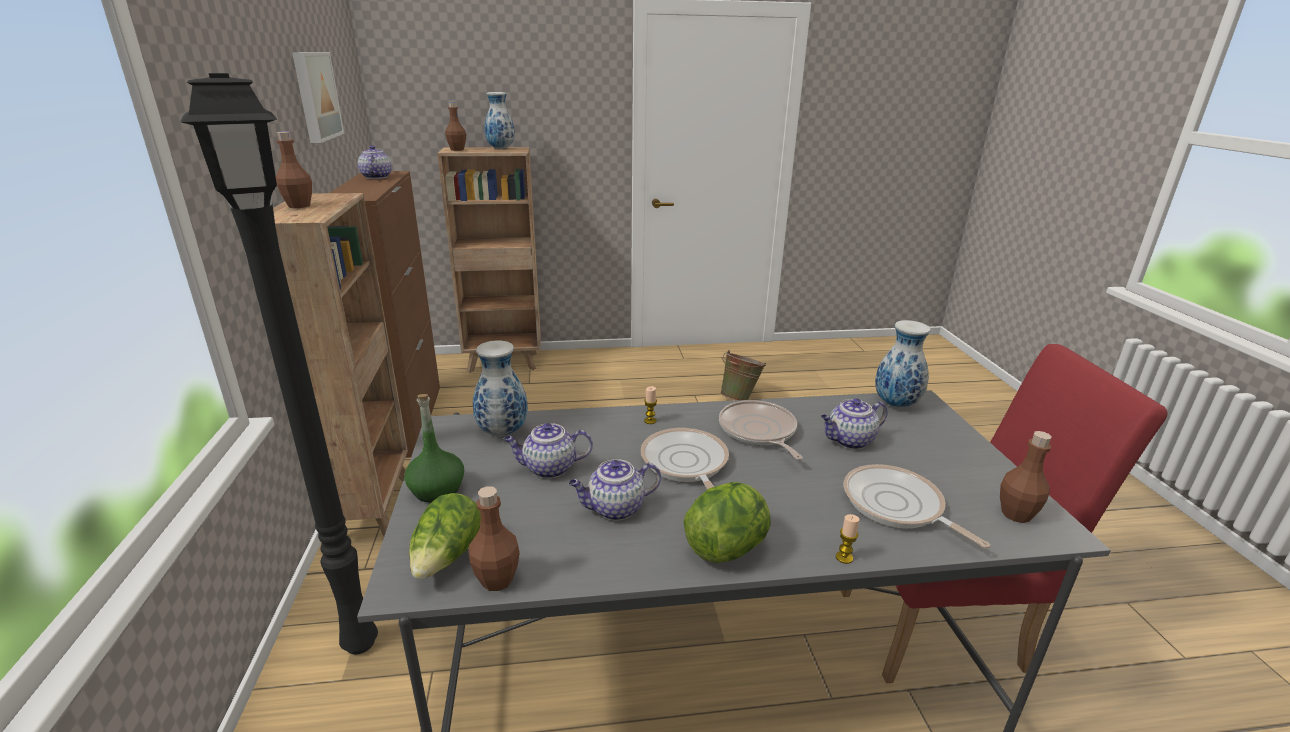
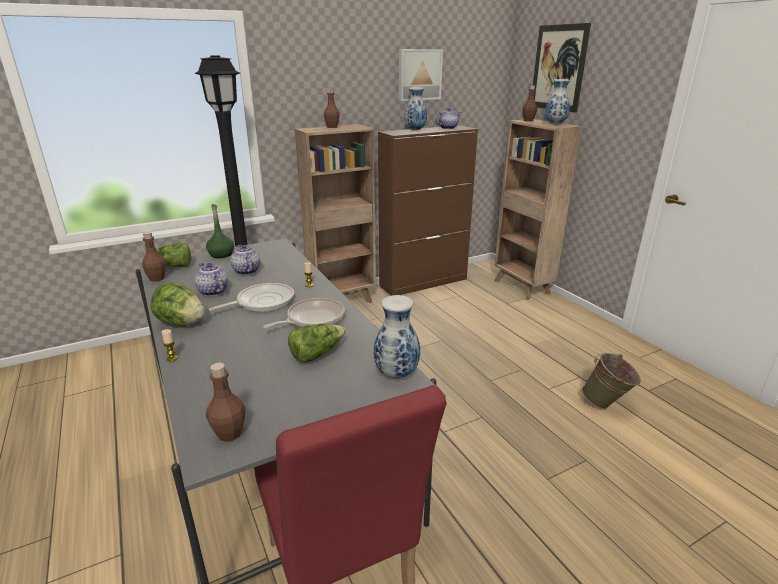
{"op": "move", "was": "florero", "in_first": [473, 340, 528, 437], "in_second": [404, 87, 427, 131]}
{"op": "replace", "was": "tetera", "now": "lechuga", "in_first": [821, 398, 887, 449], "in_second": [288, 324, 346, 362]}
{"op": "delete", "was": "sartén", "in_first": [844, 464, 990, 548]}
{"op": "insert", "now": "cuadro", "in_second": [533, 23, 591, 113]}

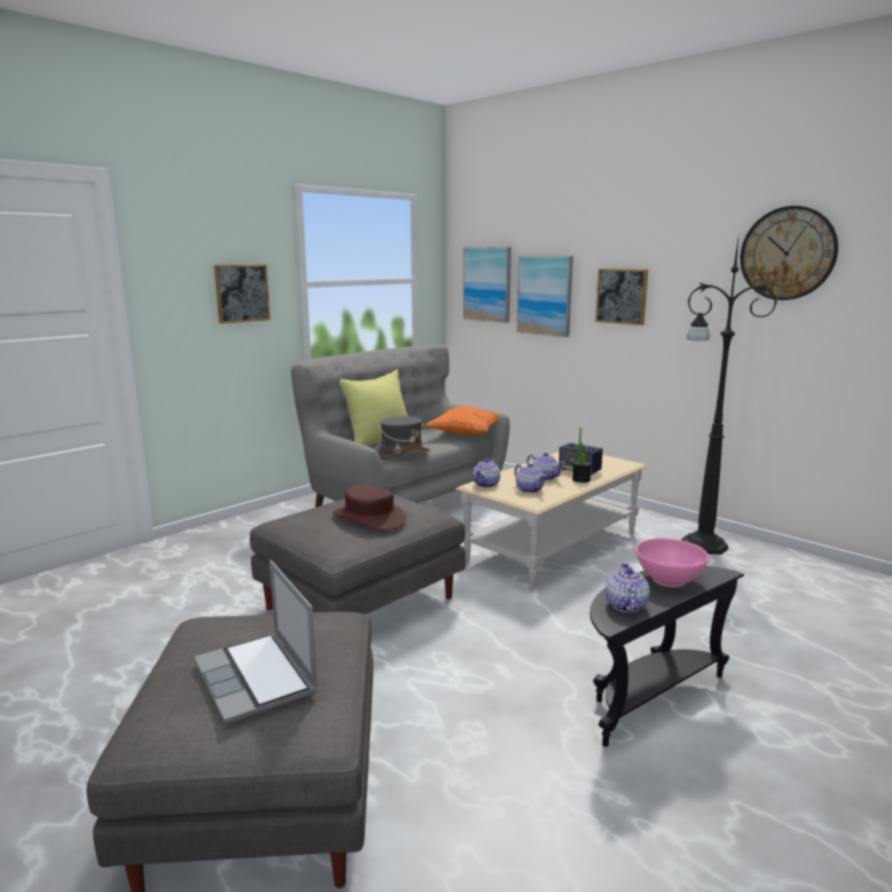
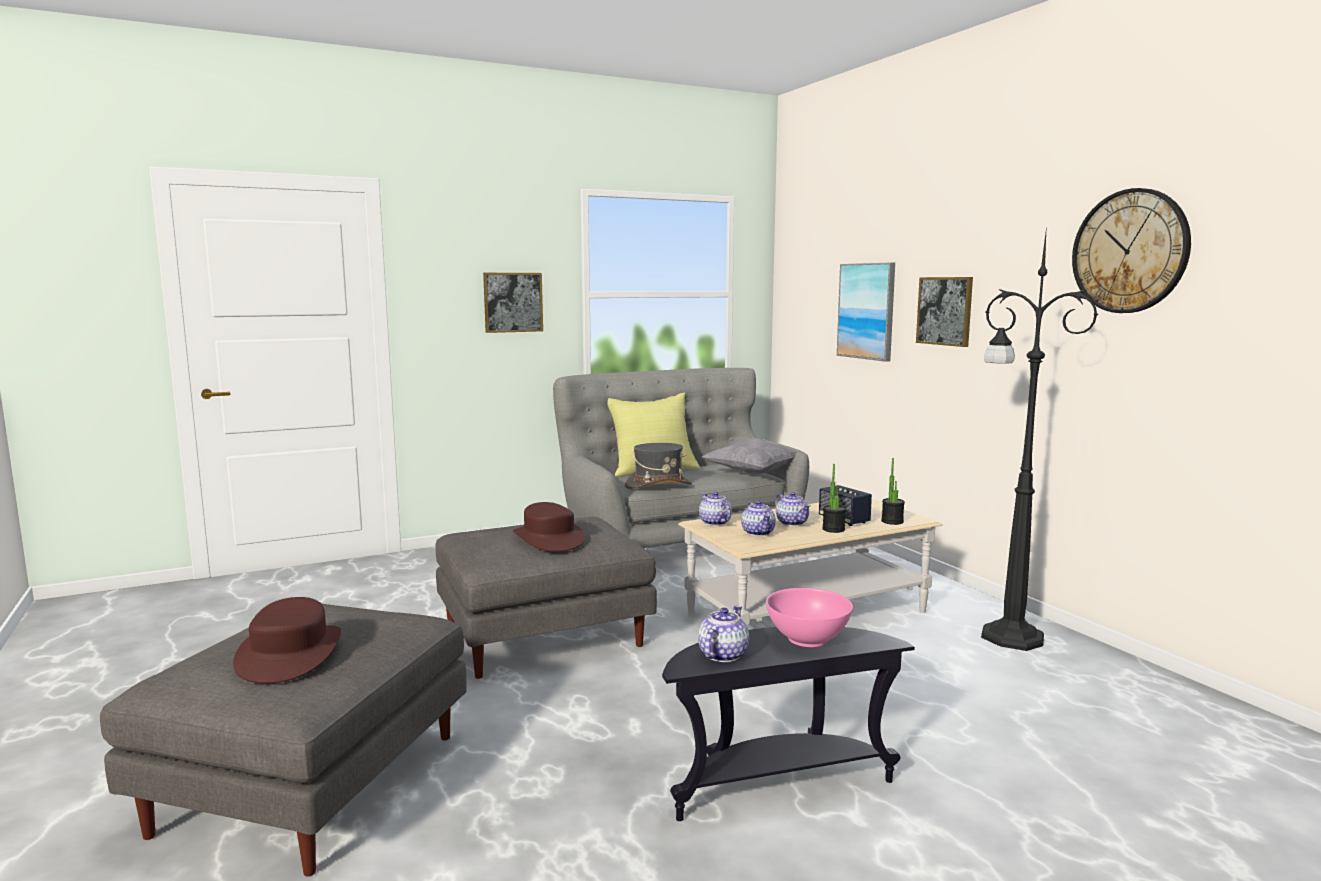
{"op": "delete", "was": "cuadro", "in_first": [463, 247, 511, 323]}
{"op": "recolor", "was": "cojín [naranja]", "now": "cojín [gris]", "in_first": [426, 405, 499, 436], "in_second": [702, 438, 797, 474]}
{"op": "rotate", "was": "tetera", "in_first": [473, 459, 500, 488], "in_second": [699, 492, 732, 526], "clockwise": 105}
{"op": "replace", "was": "portátil", "now": "sombrero [marrón]", "in_first": [194, 560, 318, 724], "in_second": [233, 597, 341, 684]}
{"op": "insert", "now": "planta en maceta", "in_second": [881, 458, 905, 525]}

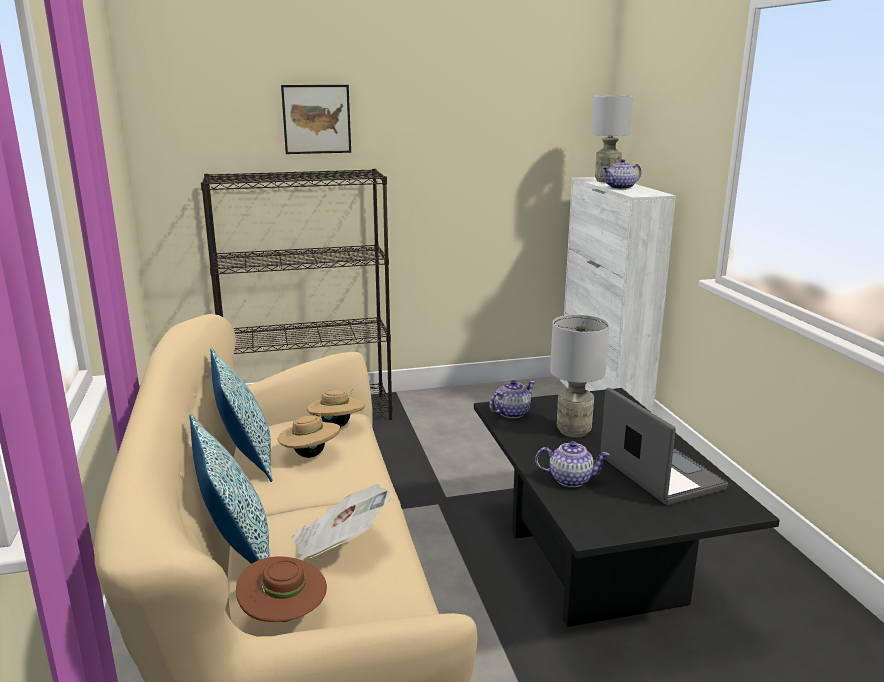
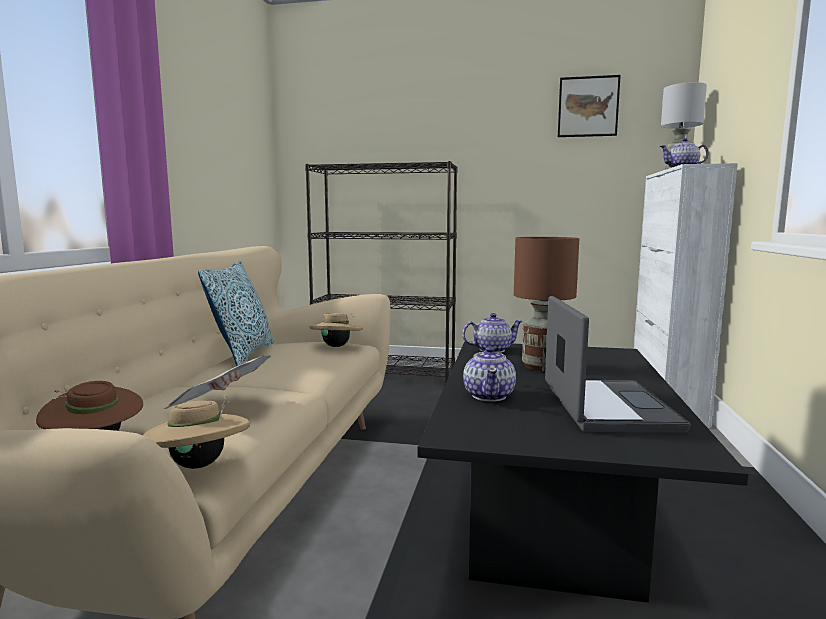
{"op": "move", "was": "cuadro", "in_first": [281, 85, 351, 154], "in_second": [558, 75, 621, 137]}
{"op": "recolor", "was": "lámpara de mesa [gris]", "now": "lámpara de mesa [marrón]", "in_first": [550, 315, 609, 437], "in_second": [514, 237, 579, 371]}
{"op": "move", "was": "sombrero [beis]", "in_first": [278, 411, 340, 458], "in_second": [143, 395, 250, 469]}
{"op": "delete", "was": "cojín", "in_first": [189, 414, 270, 564]}
{"op": "rotate", "was": "tetera", "in_first": [535, 441, 610, 487], "in_second": [463, 346, 516, 401], "clockwise": 60}

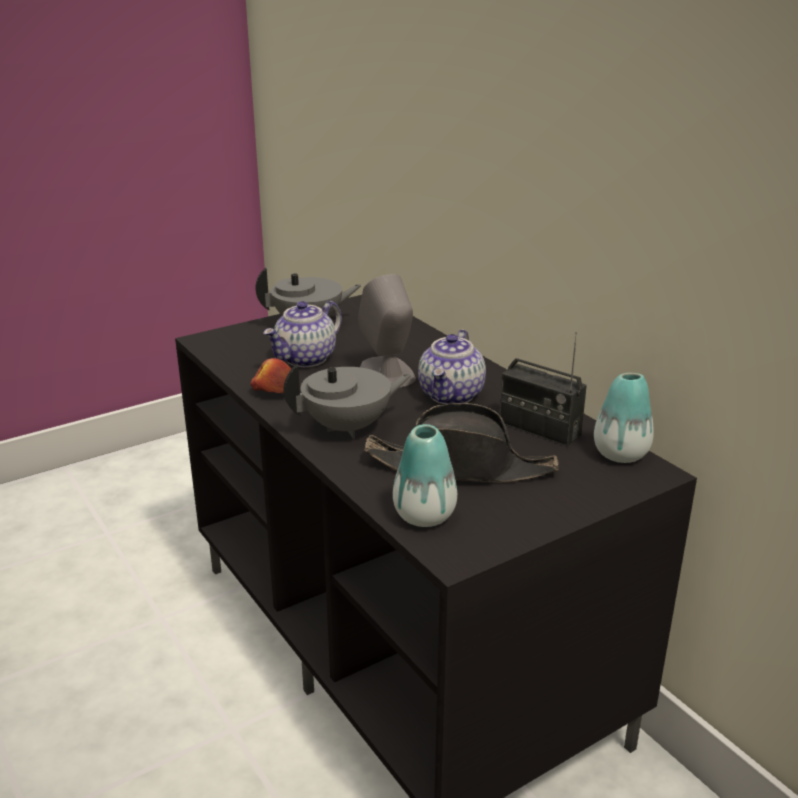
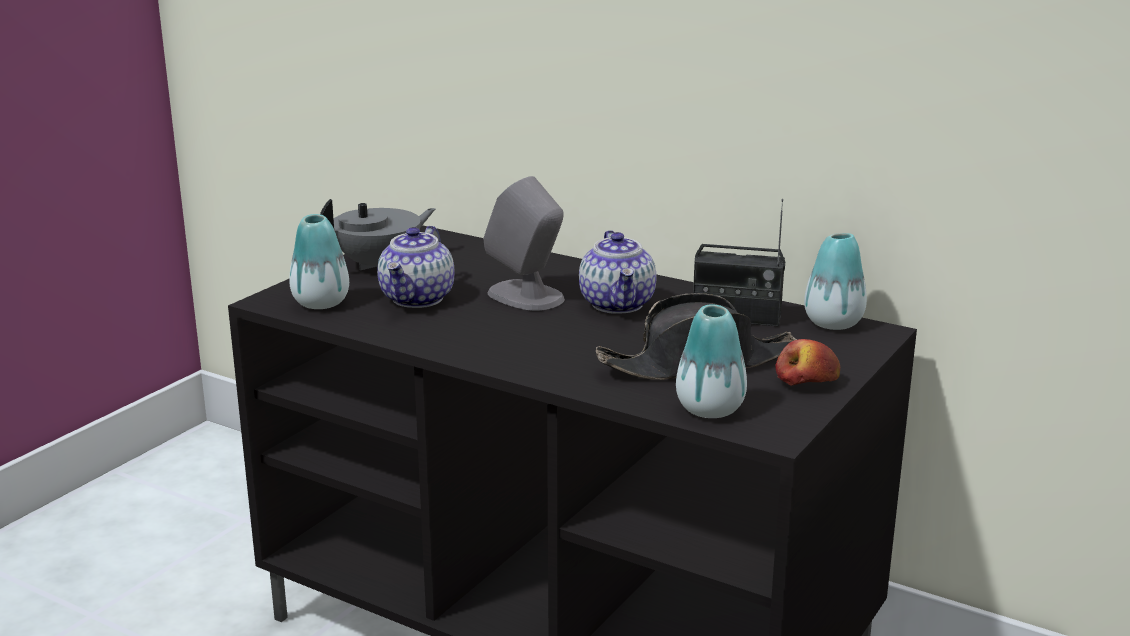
{"op": "move", "was": "manzana", "in_first": [251, 358, 300, 393], "in_second": [775, 339, 840, 386]}
{"op": "delete", "was": "tetera [gris]", "in_first": [284, 364, 412, 439]}
{"op": "insert", "now": "florero", "in_second": [289, 214, 349, 309]}

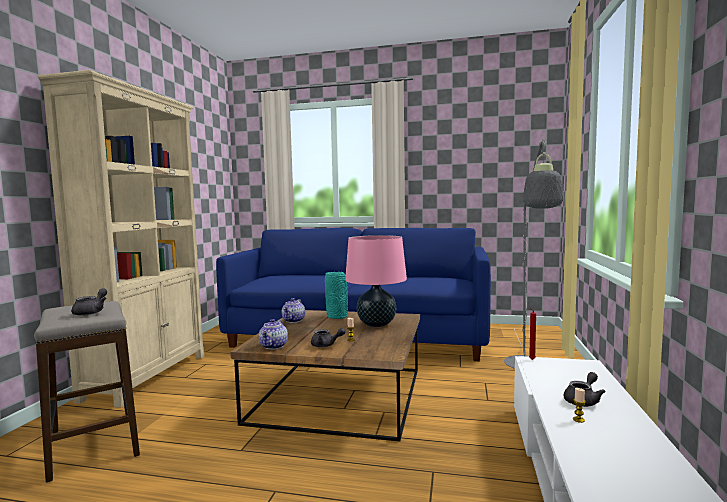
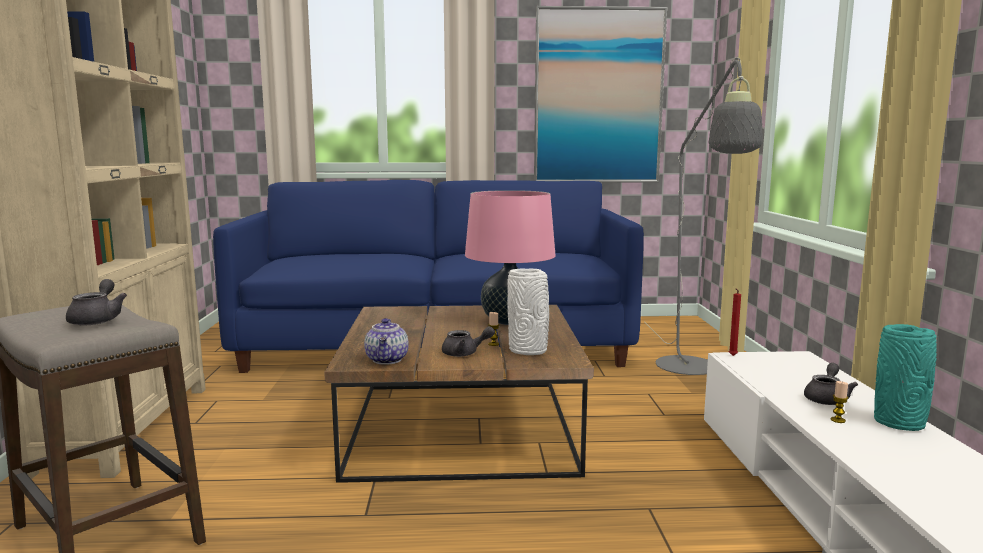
{"op": "move", "was": "florero [turquesa]", "in_first": [325, 272, 348, 319], "in_second": [874, 324, 937, 431]}
{"op": "delete", "was": "tetera", "in_first": [282, 298, 305, 323]}
{"op": "insert", "now": "cuadro", "in_second": [534, 6, 667, 183]}
{"op": "insert", "now": "florero [blanco]", "in_second": [507, 268, 549, 355]}

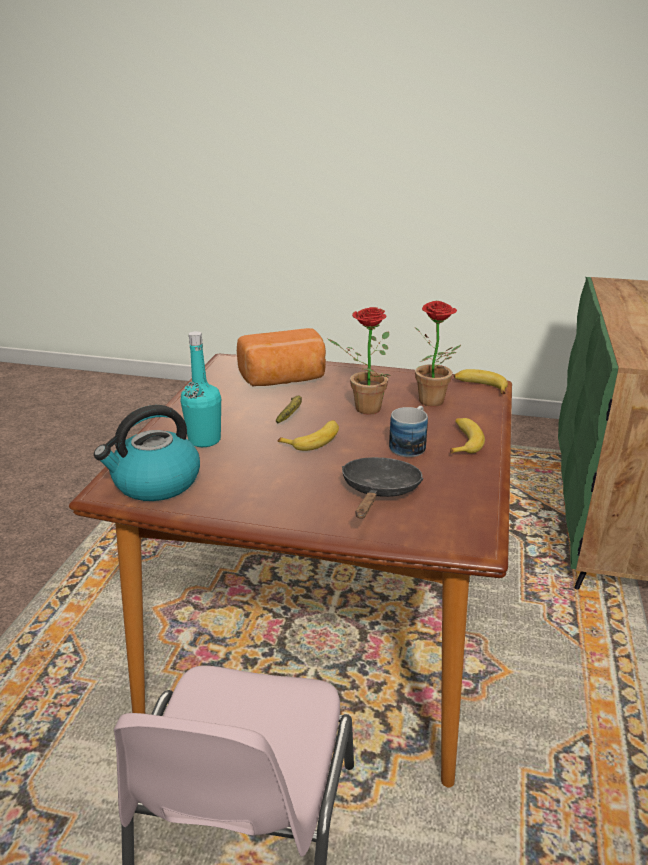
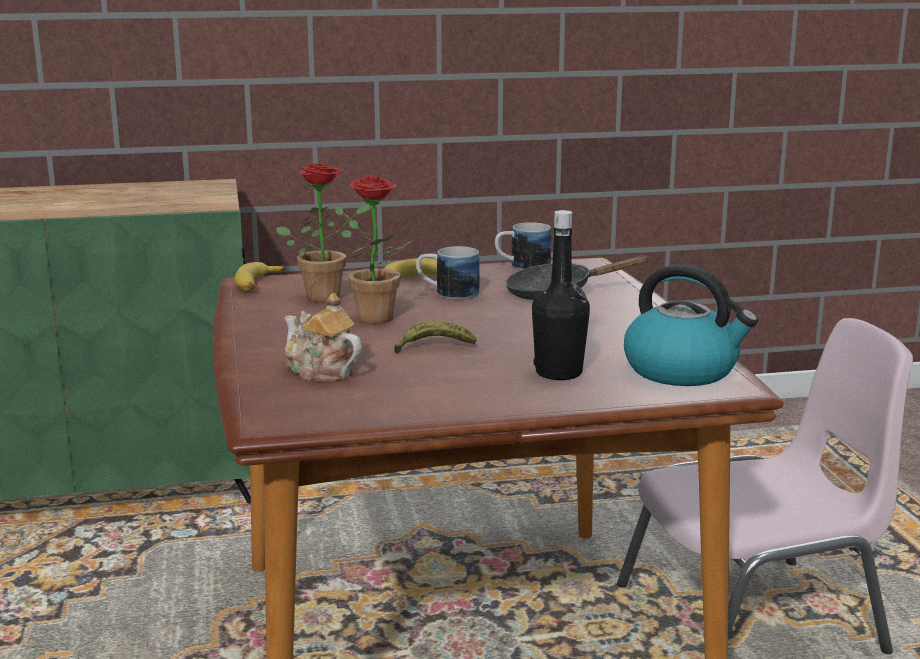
{"op": "replace", "was": "pan", "now": "tetera", "in_first": [237, 328, 326, 387], "in_second": [284, 293, 362, 381]}
{"op": "recolor", "was": "botella [turquesa]", "now": "botella [negro]", "in_first": [181, 331, 221, 447], "in_second": [532, 210, 590, 380]}
{"op": "delete", "was": "plátano", "in_first": [277, 420, 339, 451]}
{"op": "insert", "now": "taza grande", "in_second": [495, 222, 551, 270]}

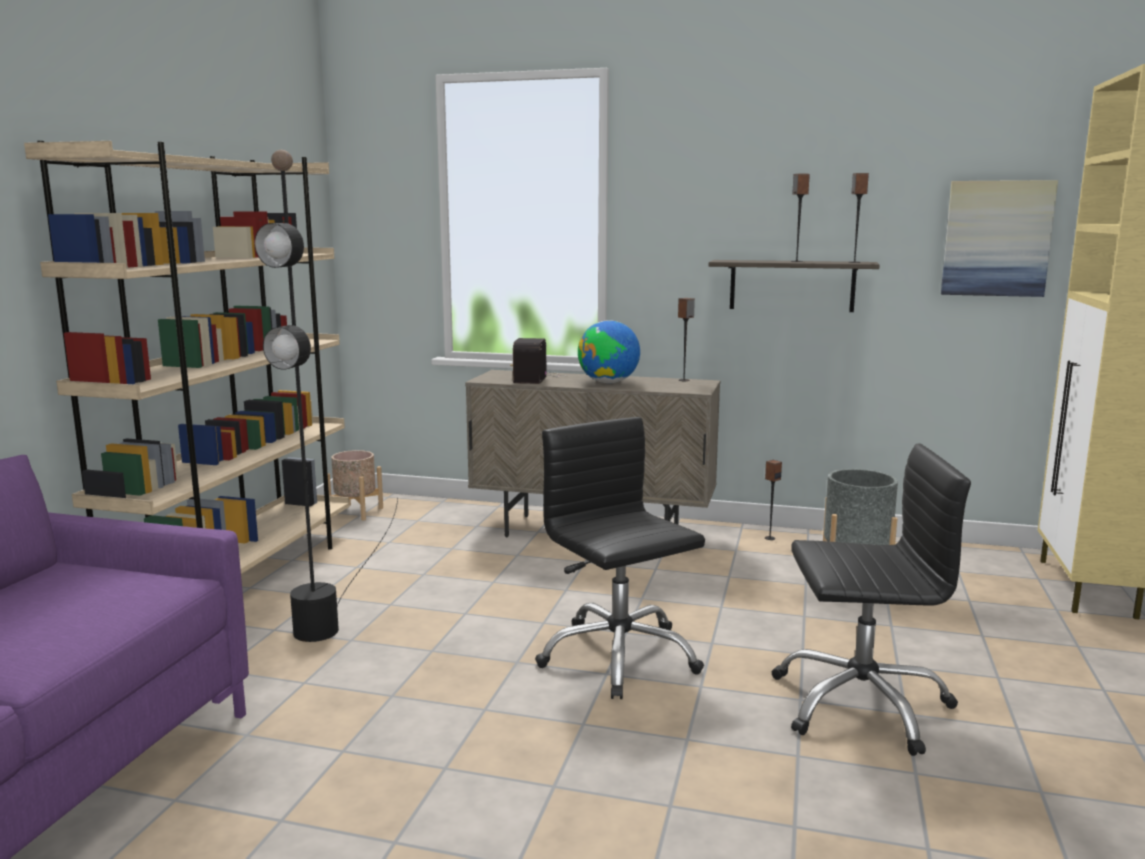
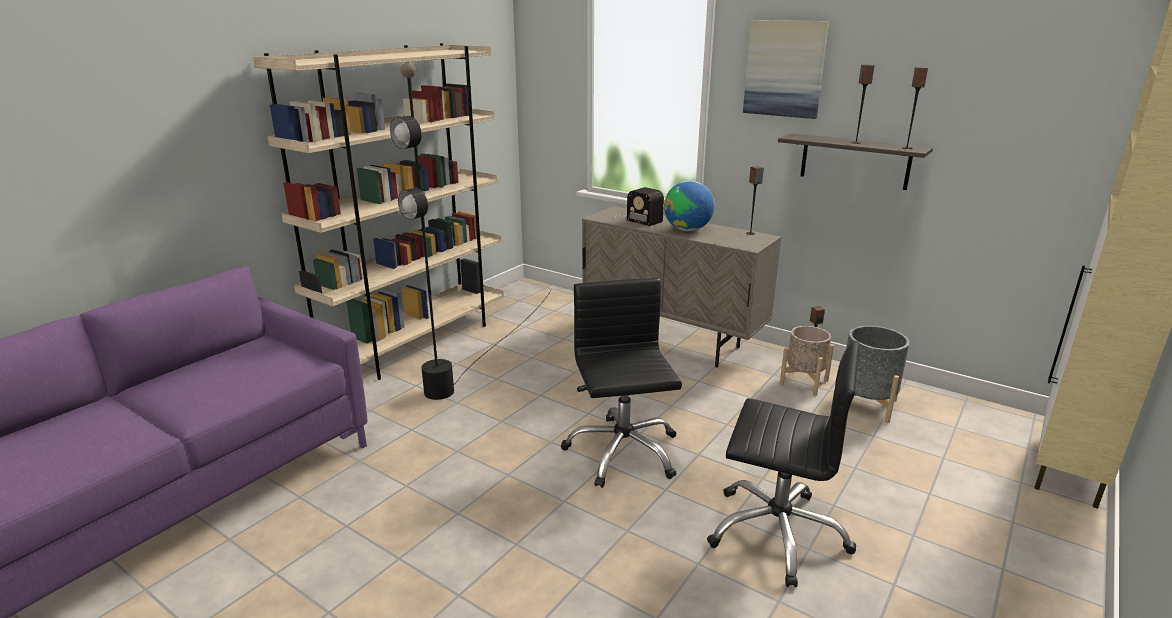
{"op": "move", "was": "cuadro", "in_first": [941, 180, 1058, 297], "in_second": [743, 20, 829, 119]}
{"op": "rotate", "was": "radio", "in_first": [510, 338, 563, 384], "in_second": [615, 187, 664, 226], "clockwise": -75}
{"op": "move", "was": "maceta [beis]", "in_first": [328, 450, 383, 521], "in_second": [779, 326, 834, 396]}

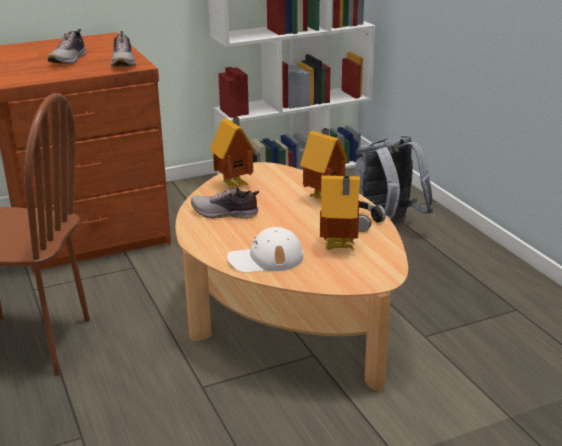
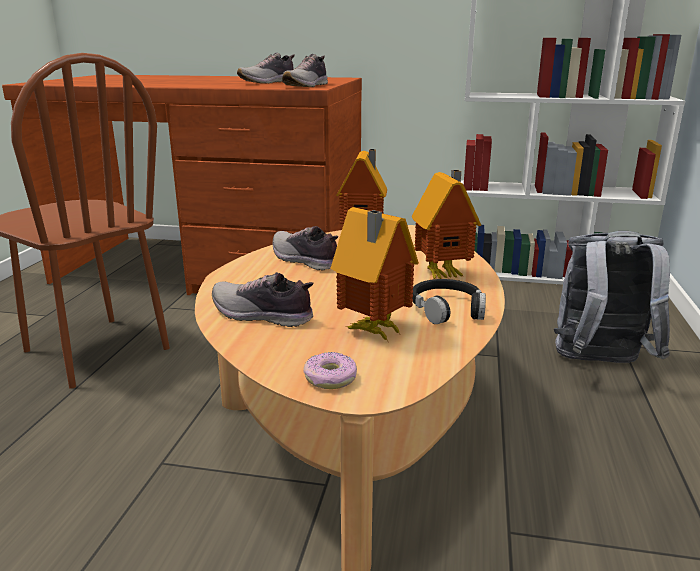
{"op": "replace", "was": "gorra [blanco]", "now": "zapato", "in_first": [227, 227, 303, 272], "in_second": [212, 272, 313, 327]}
{"op": "insert", "now": "rosquilla", "in_second": [303, 352, 357, 389]}

